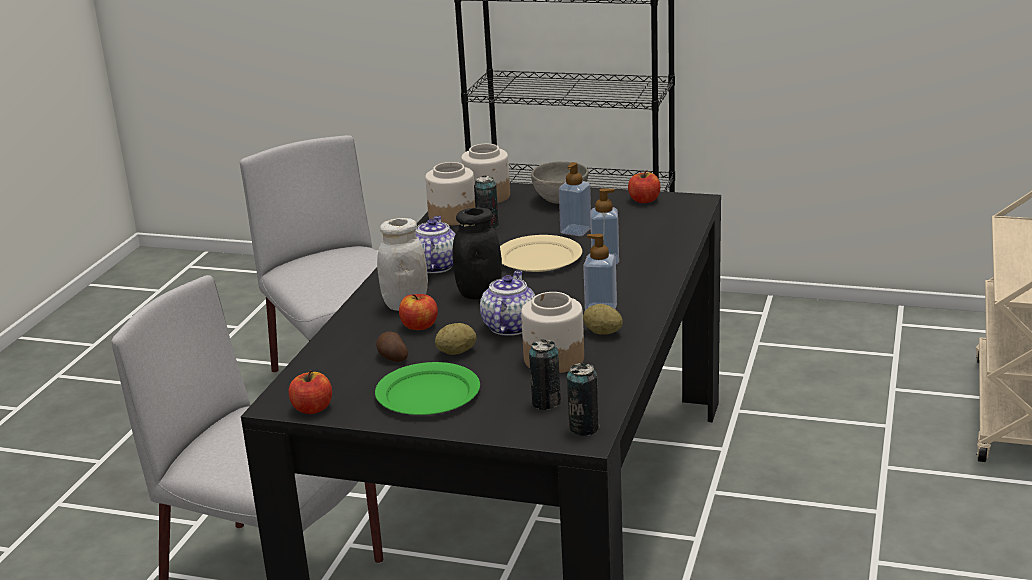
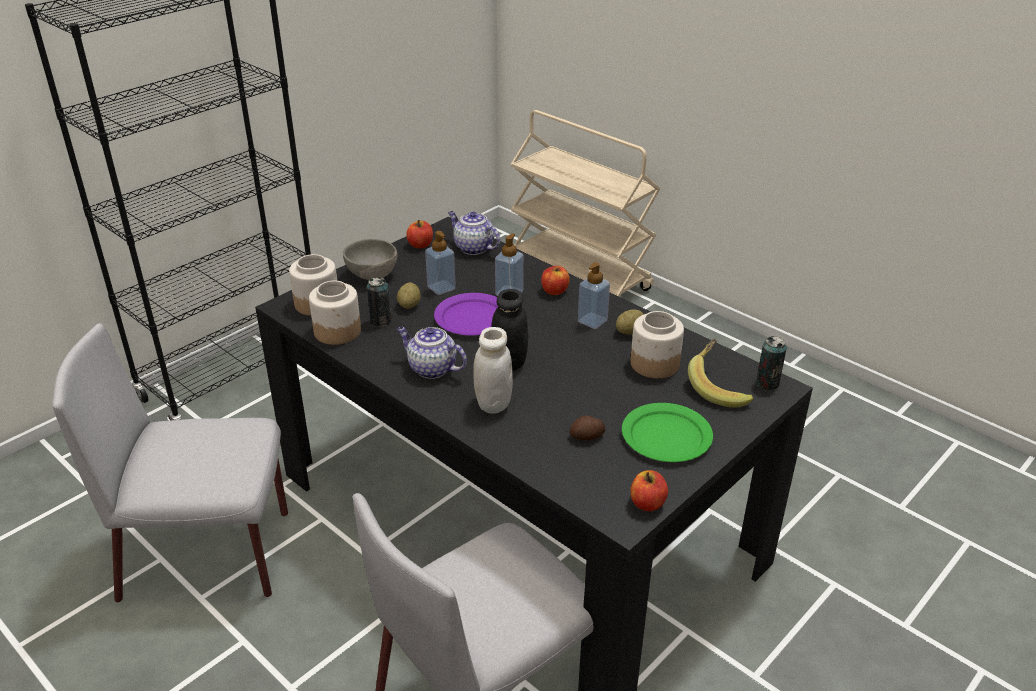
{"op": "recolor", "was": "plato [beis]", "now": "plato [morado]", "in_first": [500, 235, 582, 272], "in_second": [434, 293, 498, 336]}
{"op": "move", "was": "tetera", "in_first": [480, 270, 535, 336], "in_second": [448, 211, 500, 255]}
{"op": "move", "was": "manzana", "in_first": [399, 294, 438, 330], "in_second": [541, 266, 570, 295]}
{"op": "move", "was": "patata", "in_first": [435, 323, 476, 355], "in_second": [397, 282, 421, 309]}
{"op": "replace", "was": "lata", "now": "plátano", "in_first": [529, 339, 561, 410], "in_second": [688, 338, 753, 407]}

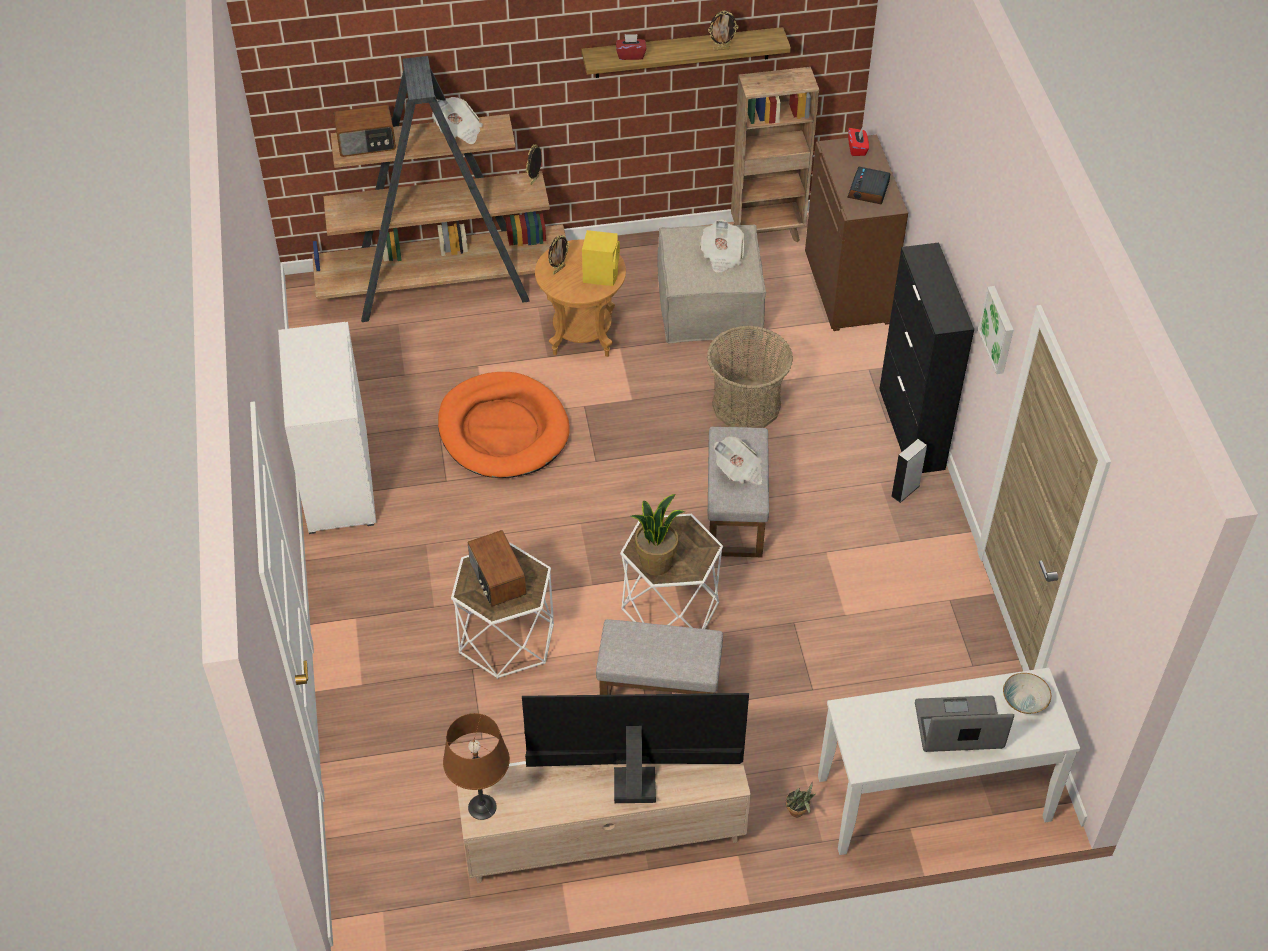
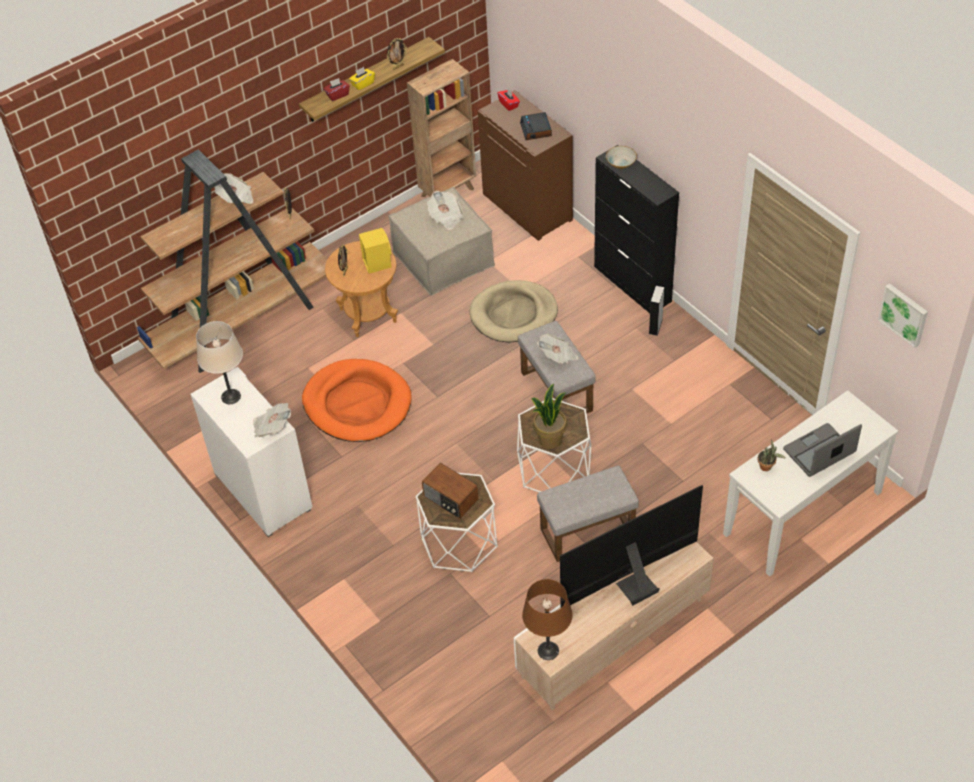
{"op": "delete", "was": "radio", "in_first": [333, 105, 396, 157]}
{"op": "move", "was": "cuadro", "in_first": [978, 286, 1013, 374], "in_second": [878, 283, 928, 348]}
{"op": "replace", "was": "cesta", "now": "cama para perro [beis]", "in_first": [707, 326, 793, 428], "in_second": [470, 280, 558, 342]}
{"op": "move", "was": "cuenco", "in_first": [1003, 673, 1051, 714], "in_second": [606, 146, 637, 169]}
{"op": "move", "was": "planta en maceta", "in_first": [786, 781, 816, 817], "in_second": [758, 439, 786, 471]}
{"op": "insert", "now": "caja de pañuelos [amarillo]", "in_second": [349, 67, 375, 90]}
{"op": "insert", "now": "lámpara de mesa [beis]", "in_second": [196, 321, 243, 404]}
{"op": "insert", "now": "periódico", "in_second": [253, 403, 291, 437]}

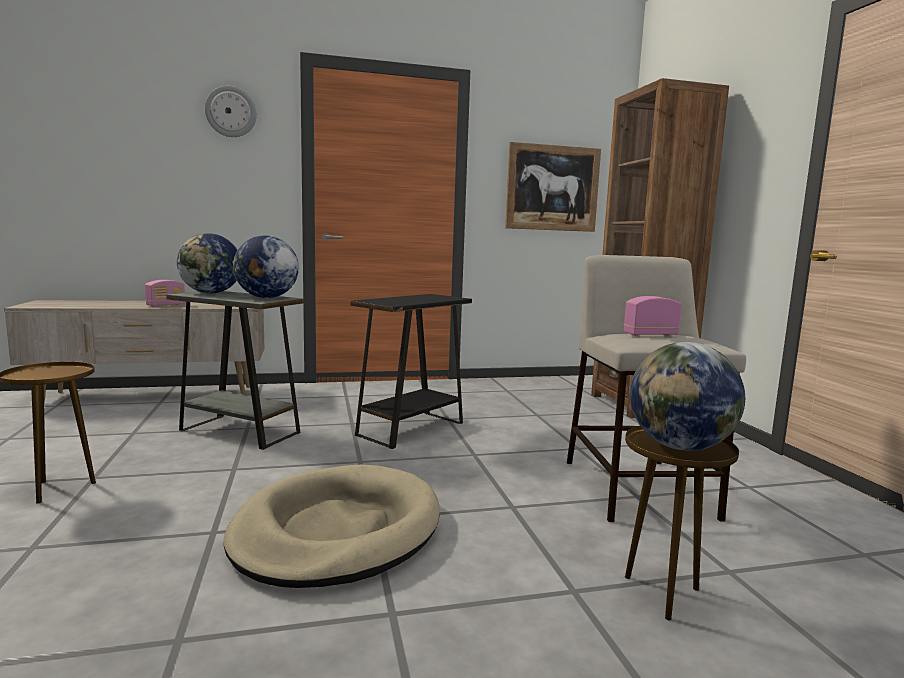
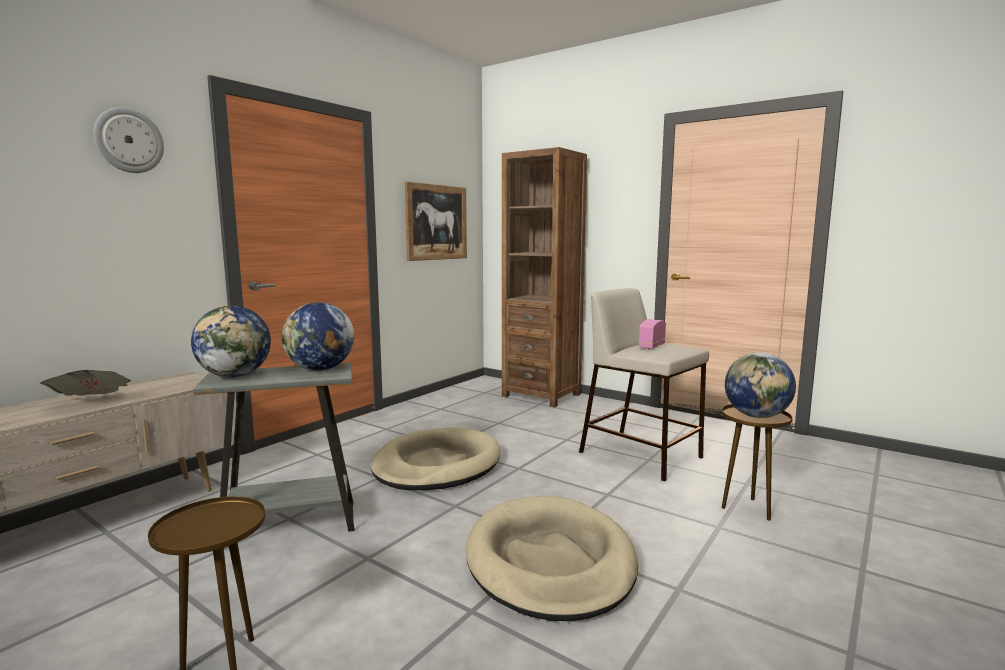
{"op": "replace", "was": "radio", "now": "periódico", "in_first": [145, 280, 185, 307], "in_second": [40, 370, 131, 396]}
{"op": "replace", "was": "mesa auxiliar [negro]", "now": "cama para perro [beis]", "in_first": [350, 294, 472, 449], "in_second": [371, 427, 500, 490]}

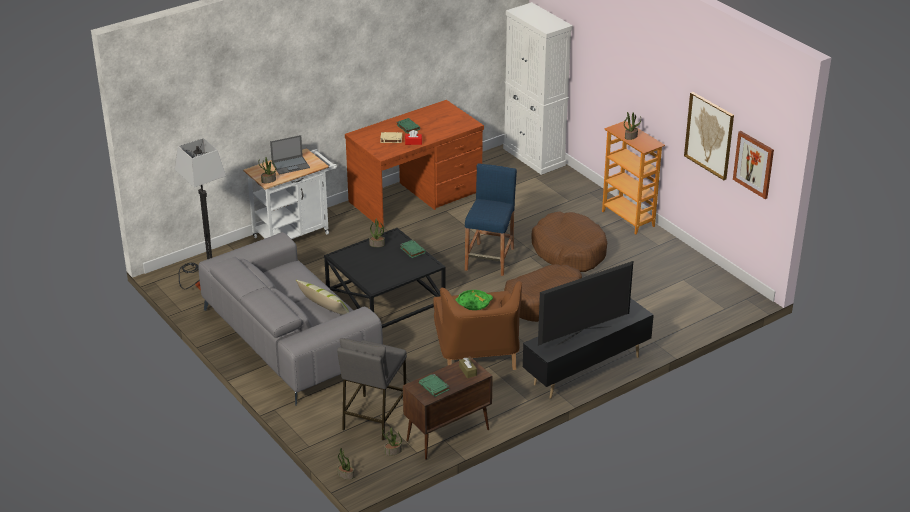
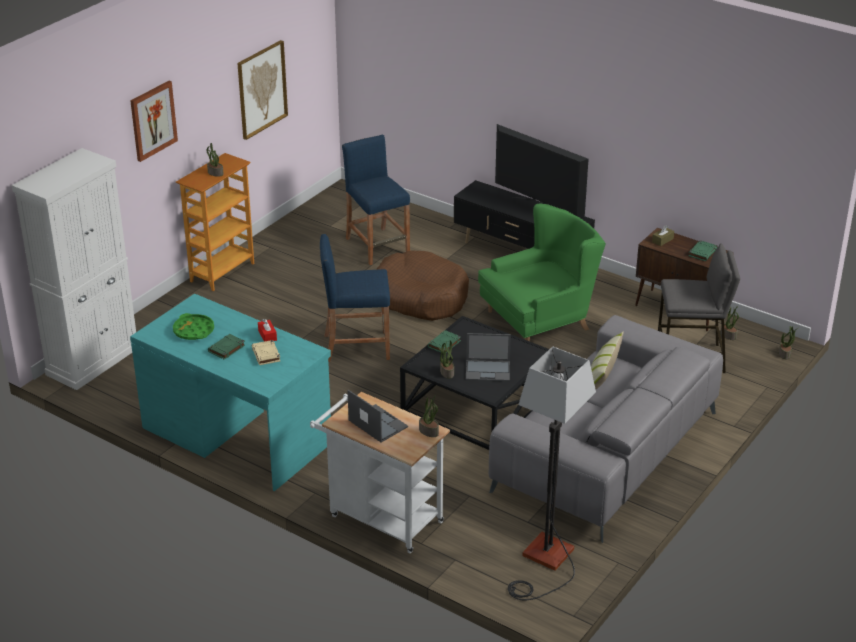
{"op": "recolor", "was": "escritorio [marrón]", "now": "escritorio [turquesa]", "in_first": [345, 100, 484, 230], "in_second": [130, 293, 331, 491]}
{"op": "move", "was": "cuadro", "in_first": [733, 131, 774, 199], "in_second": [130, 81, 178, 162]}
{"op": "delete", "was": "cama para perro [marrón]", "in_first": [531, 212, 607, 272]}
{"op": "recolor", "was": "sillón [marrón]", "now": "sillón [verde]", "in_first": [433, 281, 522, 370], "in_second": [478, 203, 606, 342]}
{"op": "move", "was": "bandeja [verde]", "in_first": [455, 290, 493, 310], "in_second": [173, 313, 214, 340]}
{"op": "insert", "now": "taburete [azul]", "in_second": [342, 134, 410, 265]}
{"op": "insert", "now": "portátil", "in_second": [466, 333, 511, 381]}

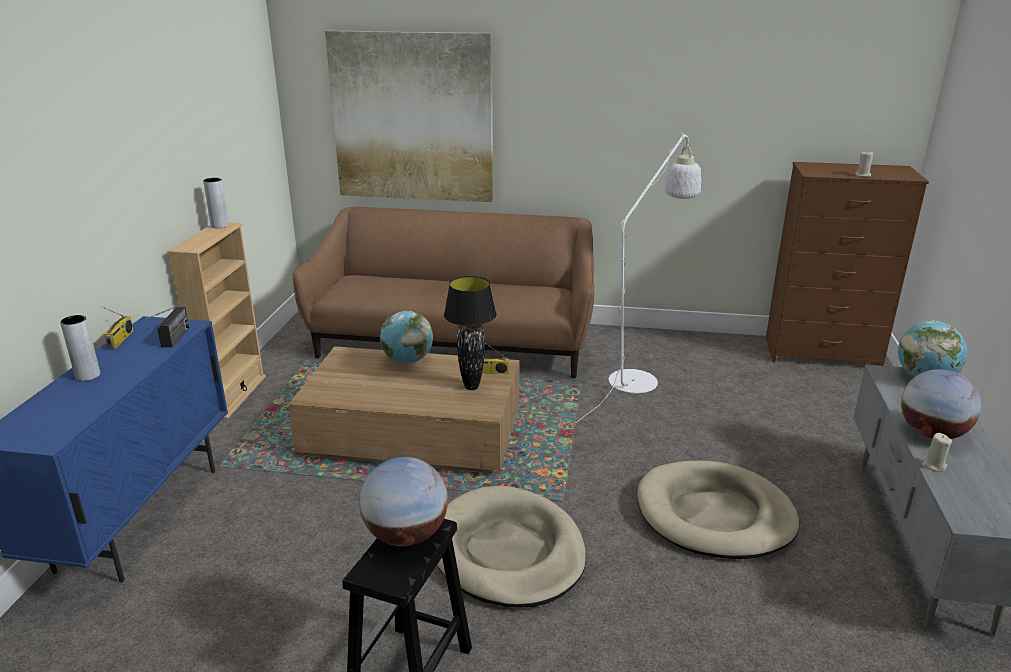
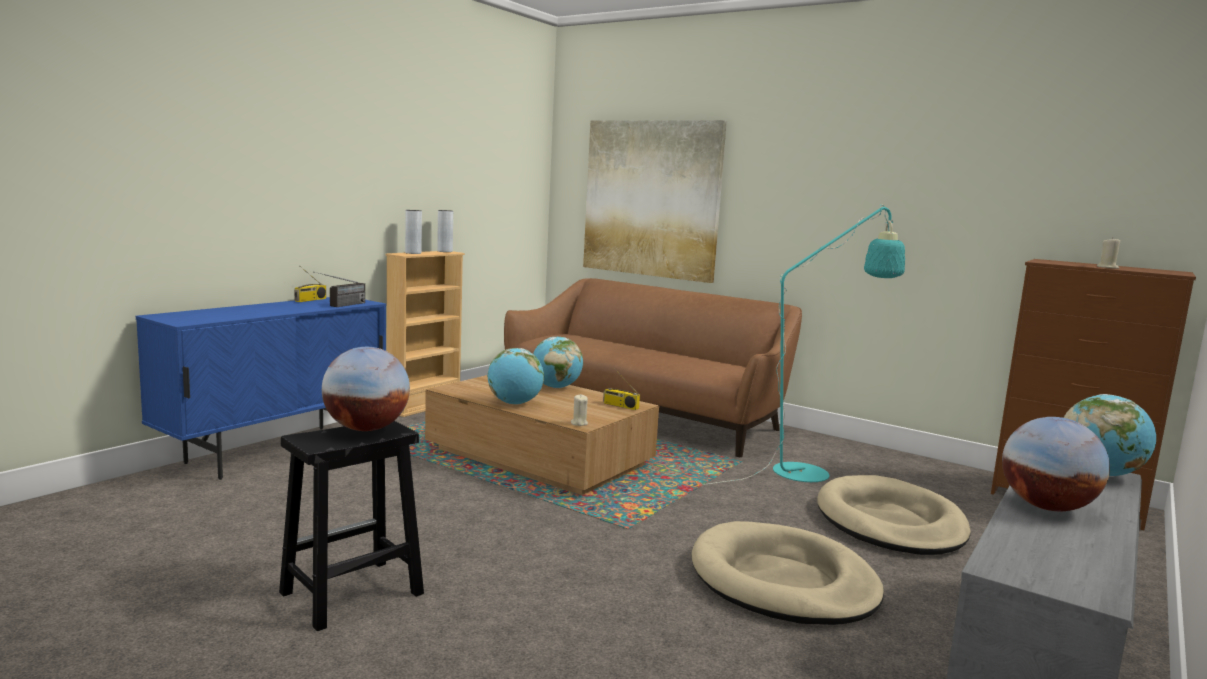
{"op": "recolor", "was": "lámpara de pie [blanco]", "now": "lámpara de pie [turquesa]", "in_first": [576, 133, 701, 423], "in_second": [703, 204, 905, 485]}
{"op": "delete", "was": "lámpara de mesa [negro]", "in_first": [444, 276, 497, 390]}
{"op": "move", "was": "florero [gris]", "in_first": [60, 315, 100, 381], "in_second": [405, 210, 422, 254]}
{"op": "move", "was": "vela [beis]", "in_first": [922, 433, 952, 472], "in_second": [571, 395, 588, 426]}
{"op": "move", "was": "cama para perro [beis]", "in_first": [437, 485, 586, 608], "in_second": [817, 475, 971, 555]}
{"op": "insert", "now": "globo terráqueo", "in_second": [487, 348, 544, 405]}

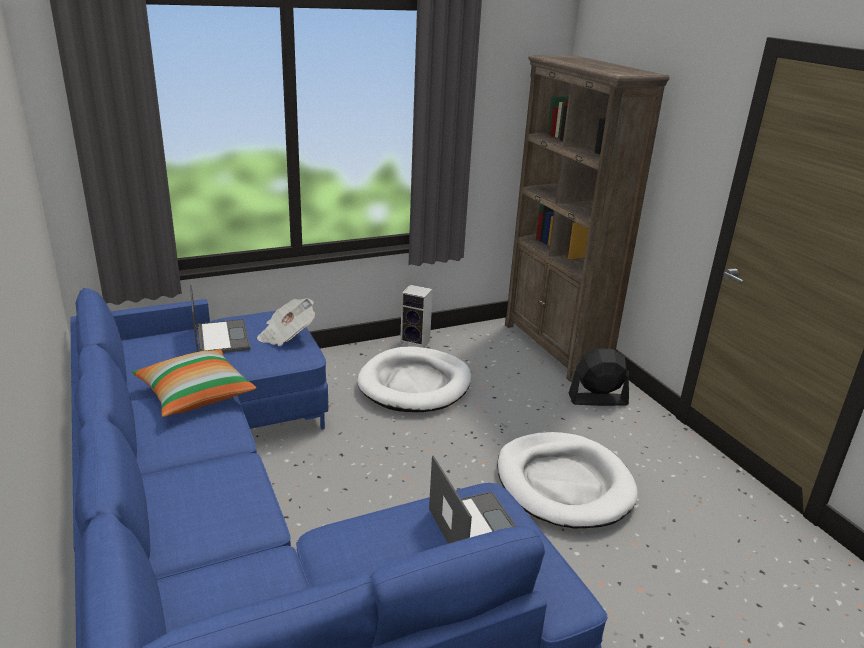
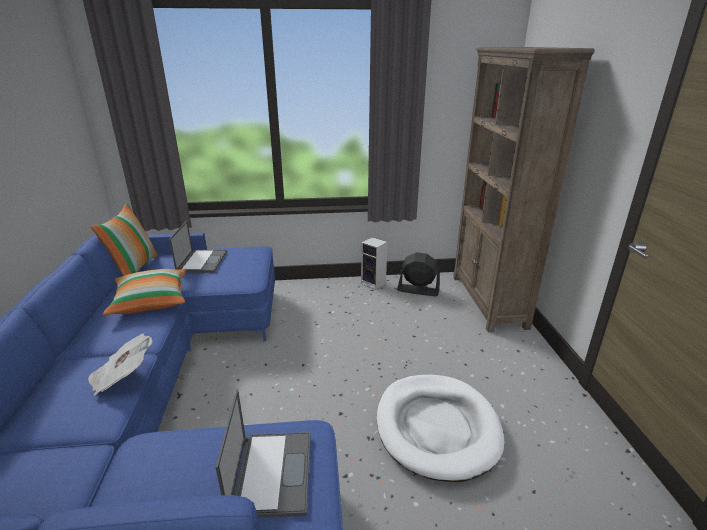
{"op": "move", "was": "periódico", "in_first": [257, 298, 315, 346], "in_second": [88, 334, 152, 396]}
{"op": "delete", "was": "cama para perro [blanco]", "in_first": [357, 347, 471, 412]}
{"op": "move", "was": "ventilador [negro]", "in_first": [569, 348, 629, 406], "in_second": [397, 252, 440, 296]}
{"op": "insert", "now": "cojín", "in_second": [90, 203, 158, 276]}

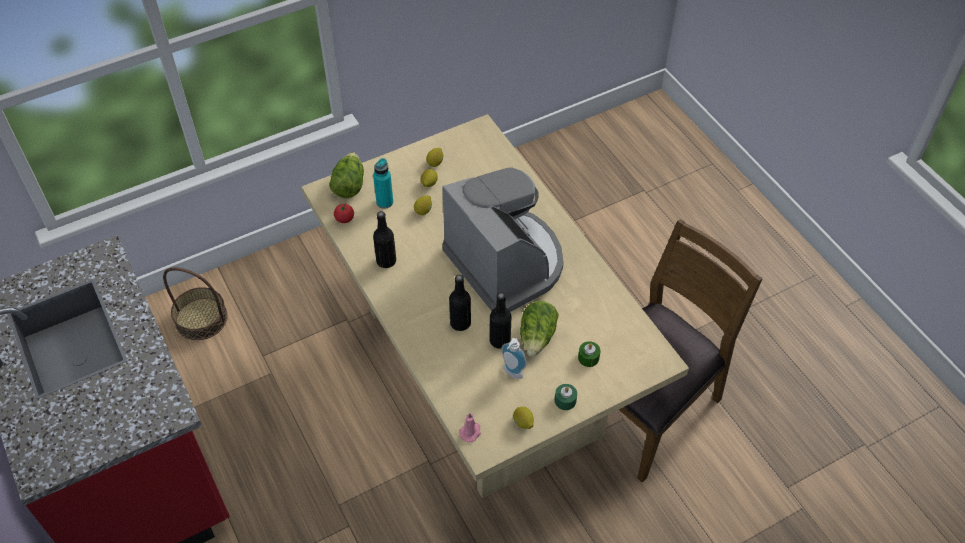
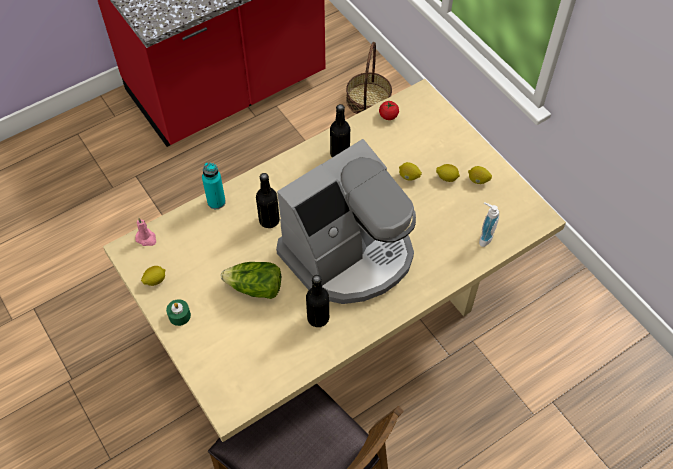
{"op": "delete", "was": "lechuga", "in_first": [329, 152, 364, 198]}
{"op": "move", "was": "botella [turquesa]", "in_first": [373, 158, 393, 209], "in_second": [202, 162, 226, 209]}
{"op": "move", "was": "botella [negro]", "in_first": [489, 292, 512, 349], "in_second": [306, 275, 329, 327]}
{"op": "move", "was": "dispensador de jabón", "in_first": [501, 338, 526, 379], "in_second": [479, 202, 499, 247]}
{"op": "delete", "was": "vela [verde]", "in_first": [578, 341, 600, 367]}

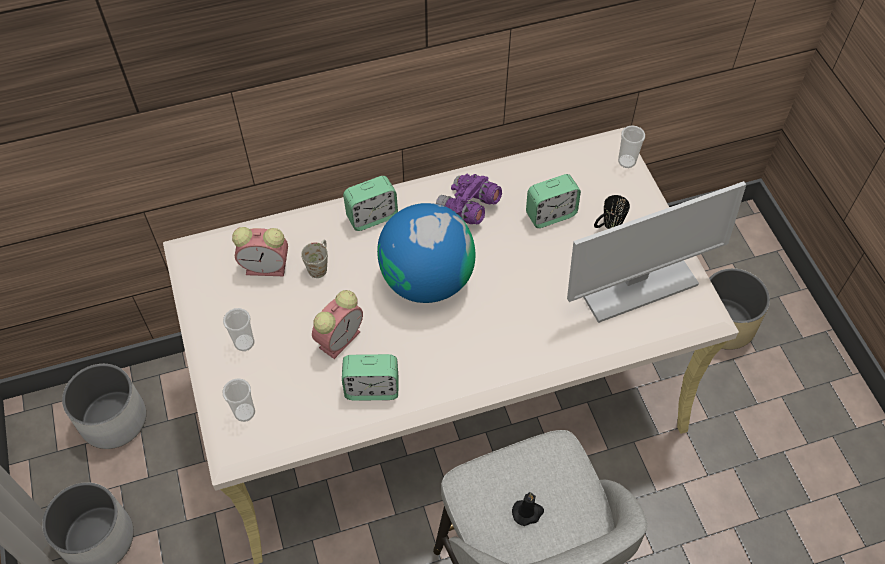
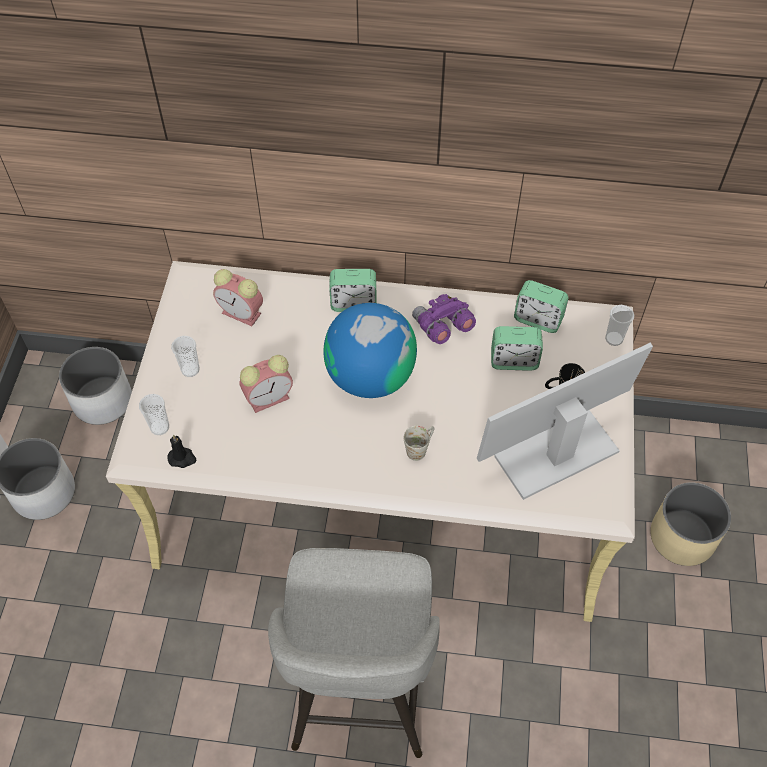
{"op": "rotate", "was": "monitor", "in_first": [567, 181, 747, 323], "in_second": [477, 343, 653, 500], "clockwise": 150}
{"op": "move", "was": "taza grande [blanco]", "in_first": [301, 239, 328, 278], "in_second": [404, 426, 434, 461]}
{"op": "move", "was": "despertador", "in_first": [342, 354, 399, 401], "in_second": [514, 280, 569, 333]}
{"op": "move", "was": "vela [negro]", "in_first": [512, 492, 544, 526], "in_second": [167, 435, 196, 468]}

